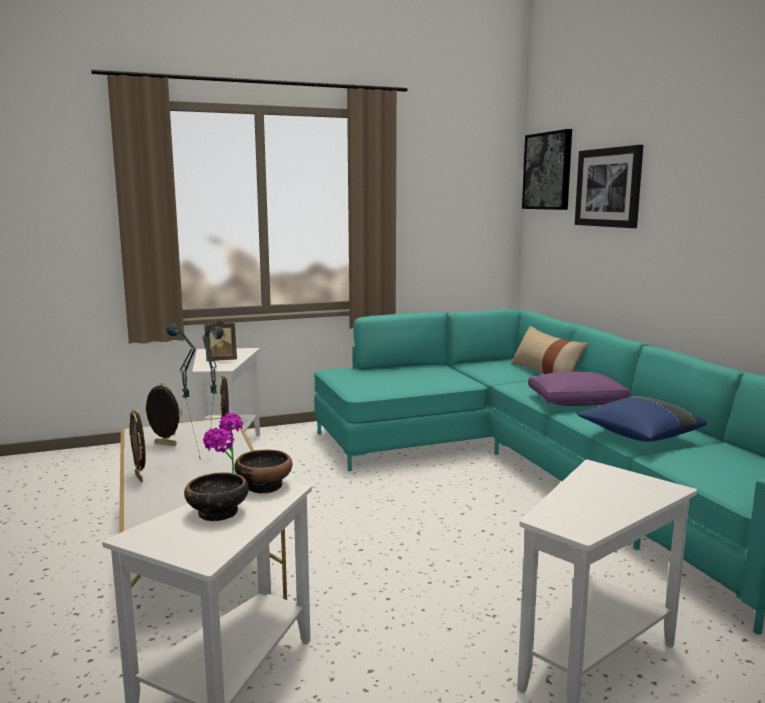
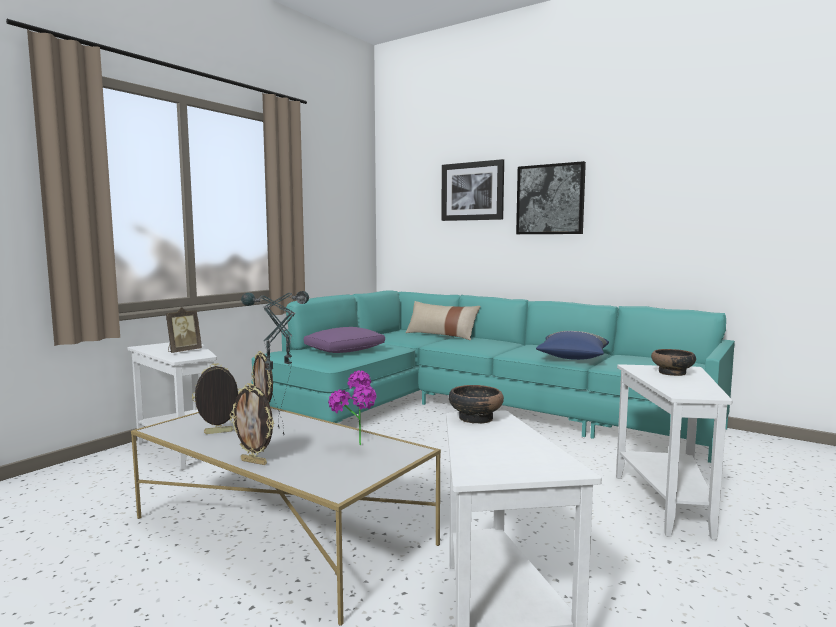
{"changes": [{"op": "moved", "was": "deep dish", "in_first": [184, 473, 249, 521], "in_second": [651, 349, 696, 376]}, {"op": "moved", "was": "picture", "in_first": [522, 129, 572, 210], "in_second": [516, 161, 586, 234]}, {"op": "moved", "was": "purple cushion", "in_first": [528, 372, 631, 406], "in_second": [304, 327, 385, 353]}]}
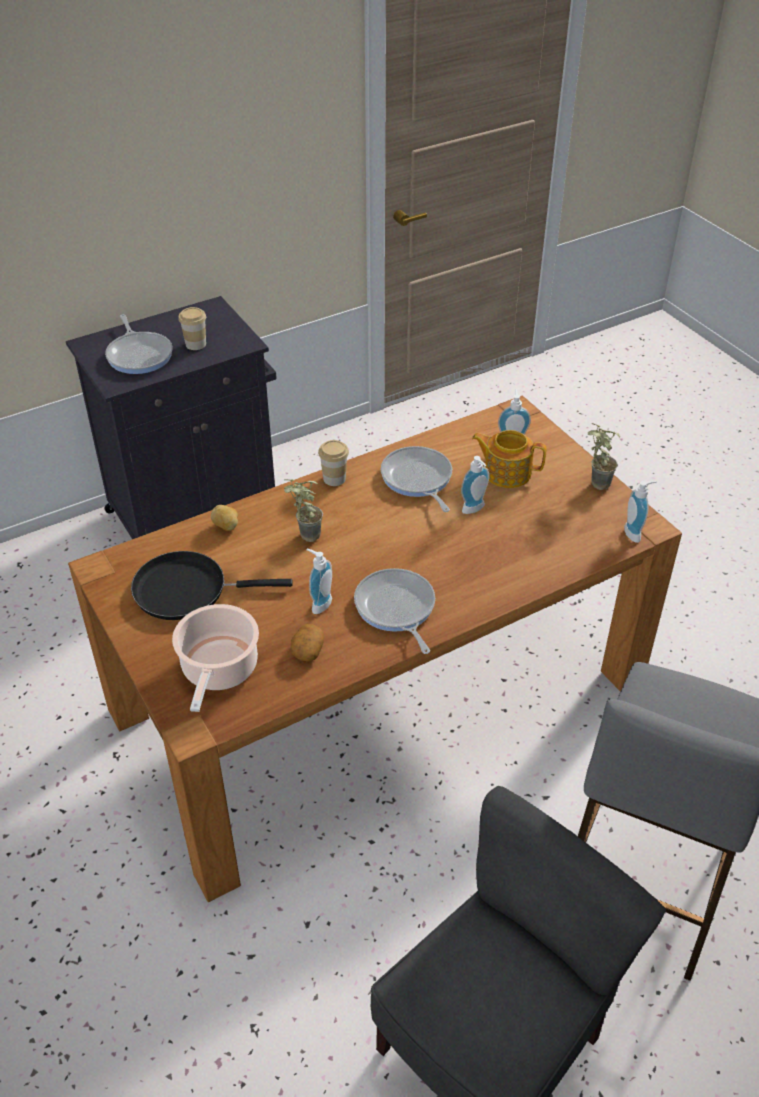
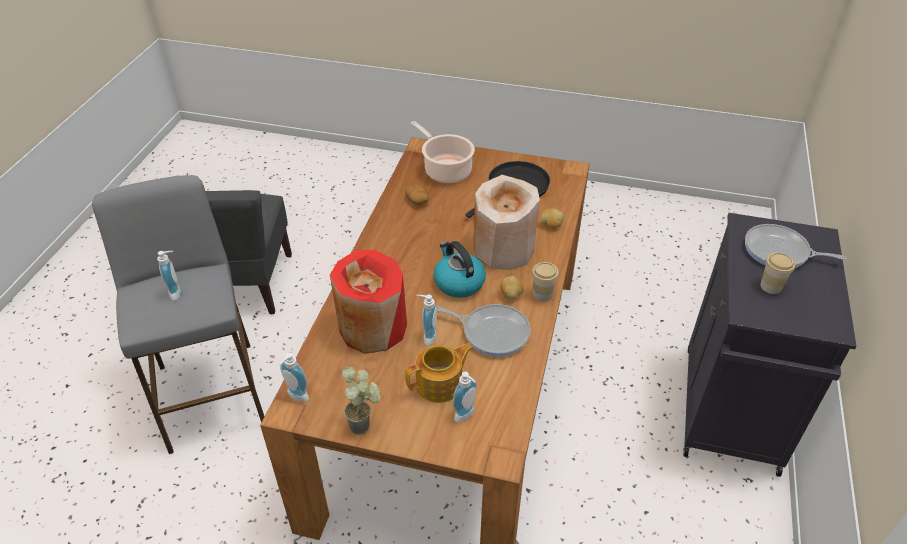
{"changes": [{"op": "removed", "was": "skillet", "in_first": [354, 568, 435, 654]}, {"op": "added", "now": "reddish flower vase", "in_second": [330, 250, 407, 354]}, {"op": "added", "now": "water kettle", "in_second": [434, 241, 486, 298]}, {"op": "added", "now": "whole potato", "in_second": [501, 276, 524, 300]}, {"op": "moved", "was": "soap bottle", "in_first": [306, 549, 332, 614], "in_second": [157, 251, 181, 301]}, {"op": "replaced", "was": "houseplant", "now": "sand-coloured flower vase", "in_first": [284, 479, 323, 542], "in_second": [473, 175, 540, 270]}]}
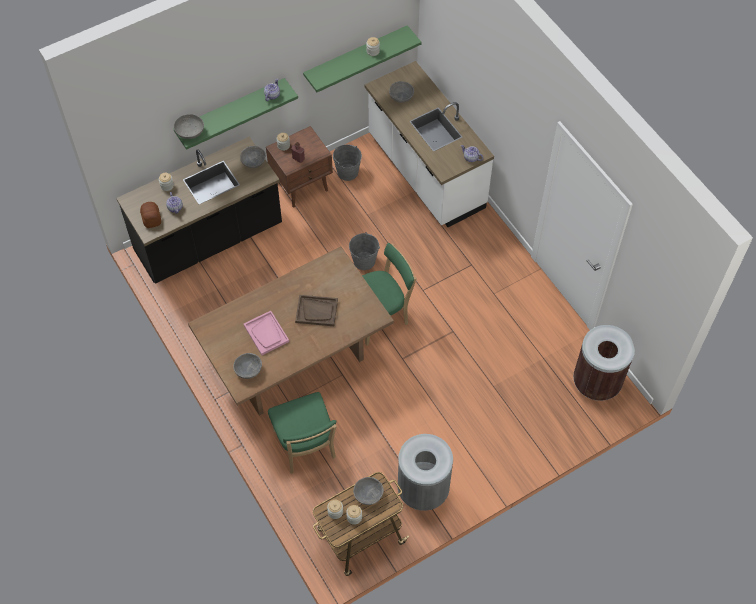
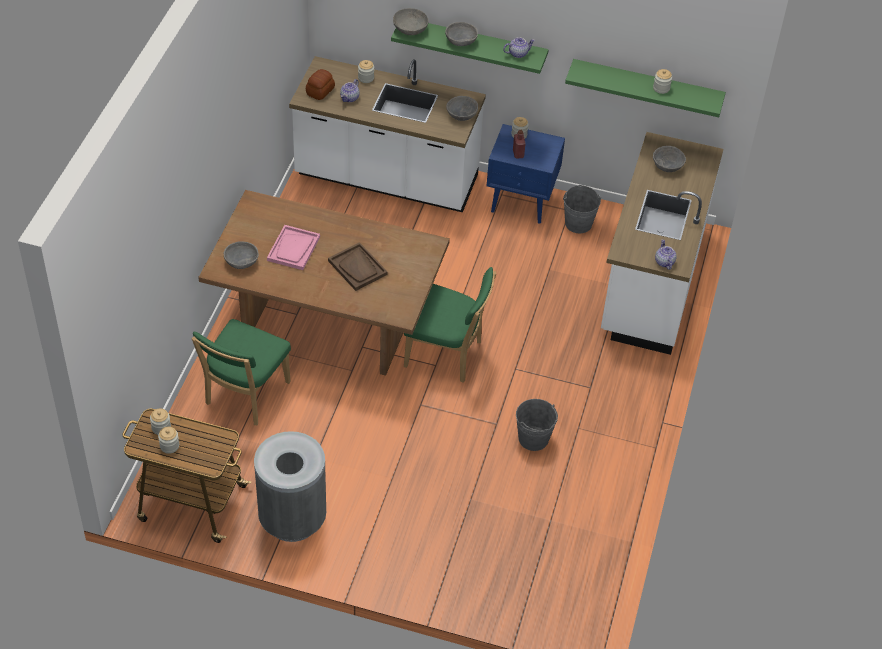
{"changes": [{"op": "removed", "was": "brown rubbish bin", "in_first": [573, 325, 635, 401]}, {"op": "moved", "was": "greyish water bucket", "in_first": [349, 232, 380, 270], "in_second": [516, 399, 558, 451]}, {"op": "moved", "was": "greyish deep dish", "in_first": [353, 477, 384, 505], "in_second": [445, 22, 478, 46]}, {"op": "recoloured", "was": "blackish counter", "now": "white-coloured counter", "in_first": [116, 137, 282, 283], "in_second": [289, 56, 486, 212]}, {"op": "recoloured", "was": "brown night table", "now": "blue night table", "in_first": [266, 126, 333, 208], "in_second": [487, 124, 565, 224]}]}
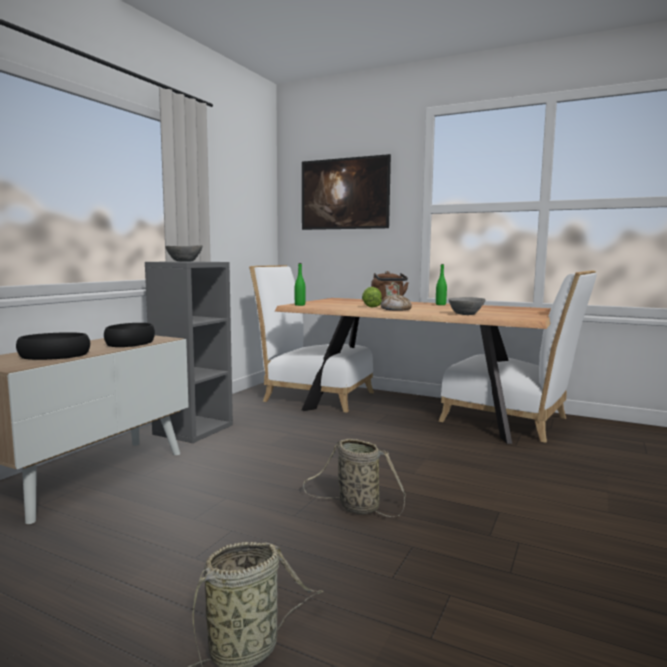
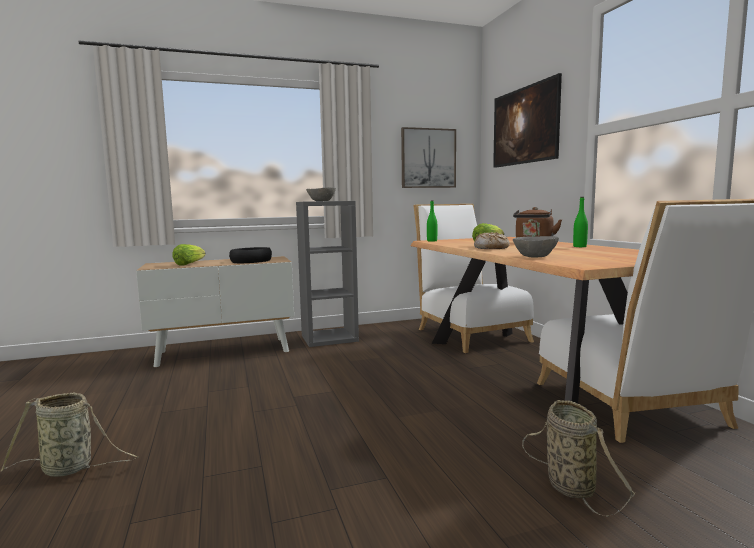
{"changes": [{"op": "added", "now": "picture", "in_second": [401, 127, 456, 188]}, {"op": "moved", "was": "basket", "in_first": [303, 439, 406, 517], "in_second": [522, 400, 635, 517]}, {"op": "replaced", "was": "blackish deep dish", "now": "head of lettuce", "in_first": [16, 332, 90, 360], "in_second": [172, 244, 206, 265]}]}
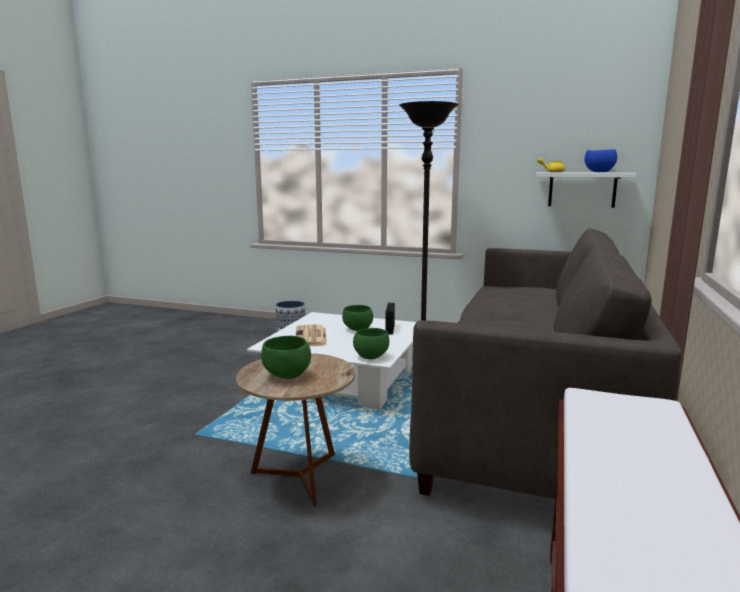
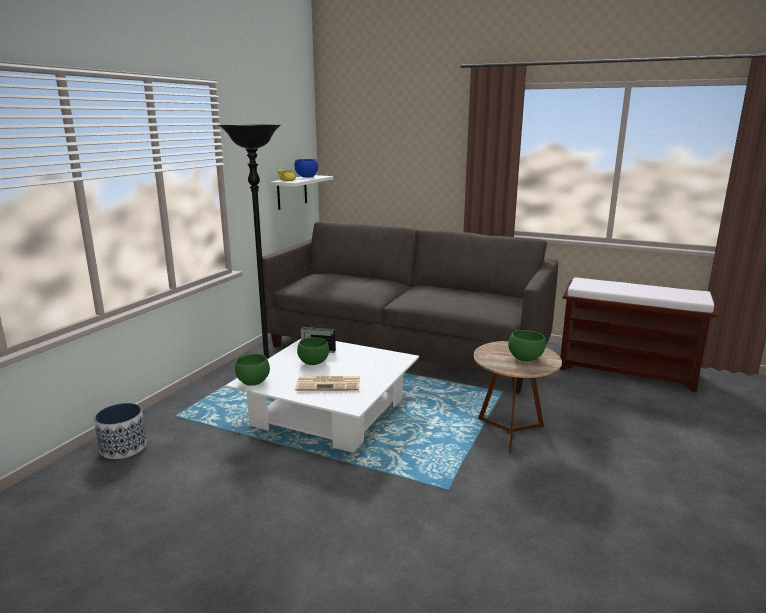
{"changes": [{"op": "moved", "was": "greenish deep dish", "in_first": [353, 328, 389, 359], "in_second": [235, 354, 270, 386]}]}
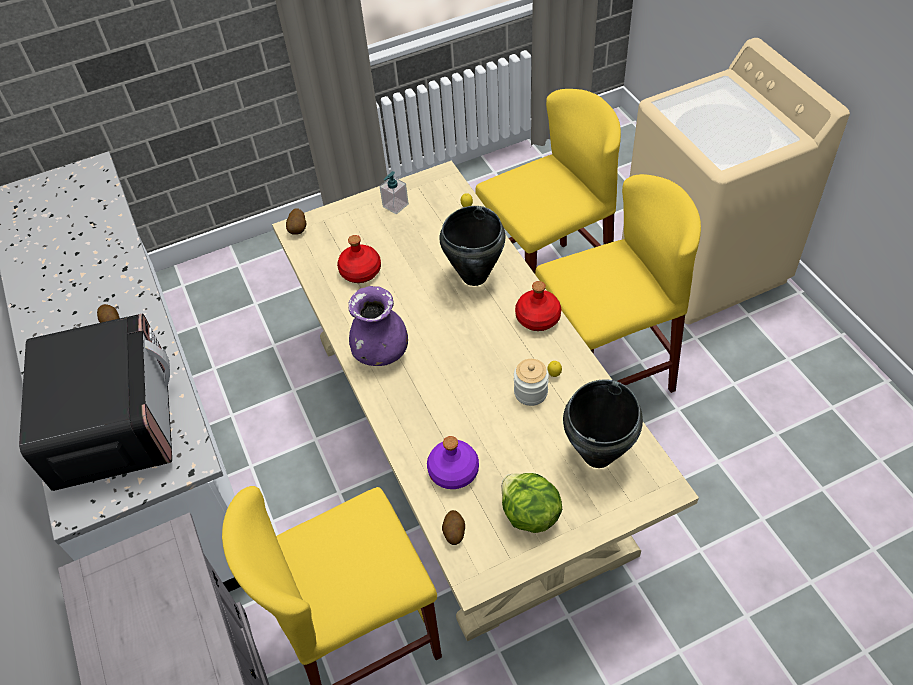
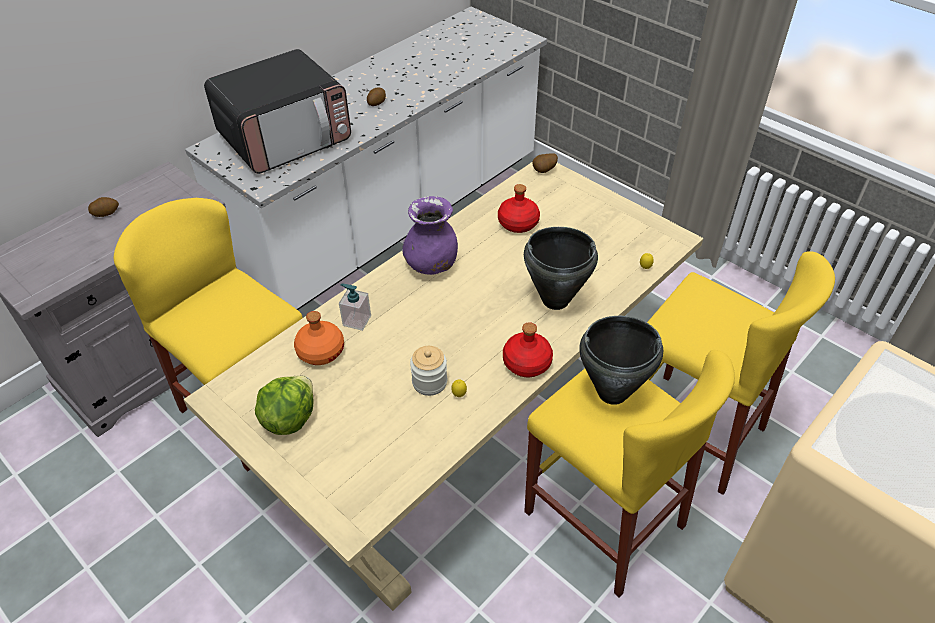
{"changes": [{"op": "moved", "was": "soap bottle", "in_first": [379, 171, 409, 214], "in_second": [339, 284, 371, 331]}, {"op": "moved", "was": "whole potato", "in_first": [442, 510, 465, 545], "in_second": [88, 197, 119, 217]}, {"op": "moved", "was": "blackish stockpot", "in_first": [563, 380, 643, 468], "in_second": [579, 316, 663, 405]}, {"op": "recoloured", "was": "purple drink bottle", "now": "orange drink bottle", "in_first": [427, 436, 479, 489], "in_second": [294, 311, 344, 365]}]}
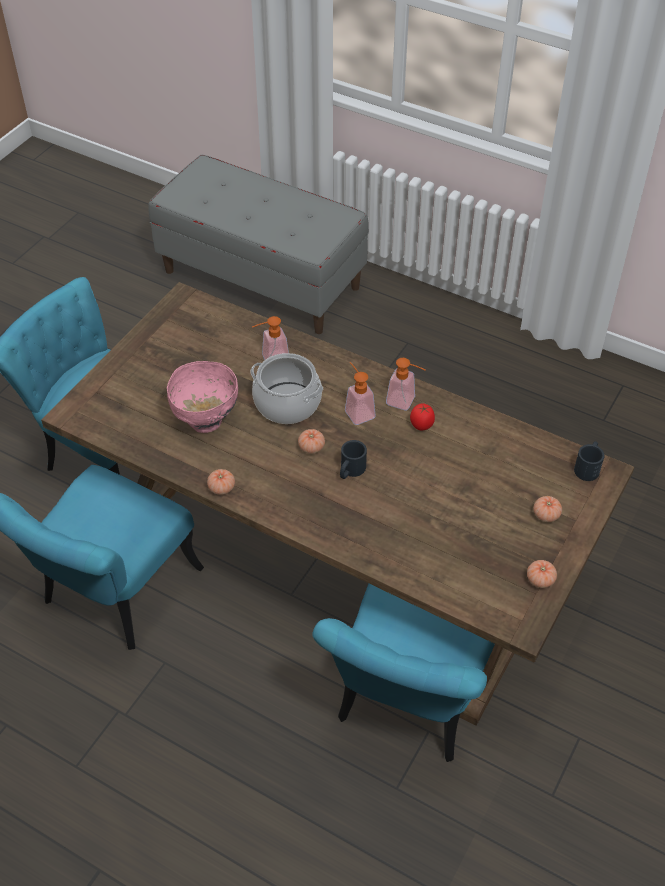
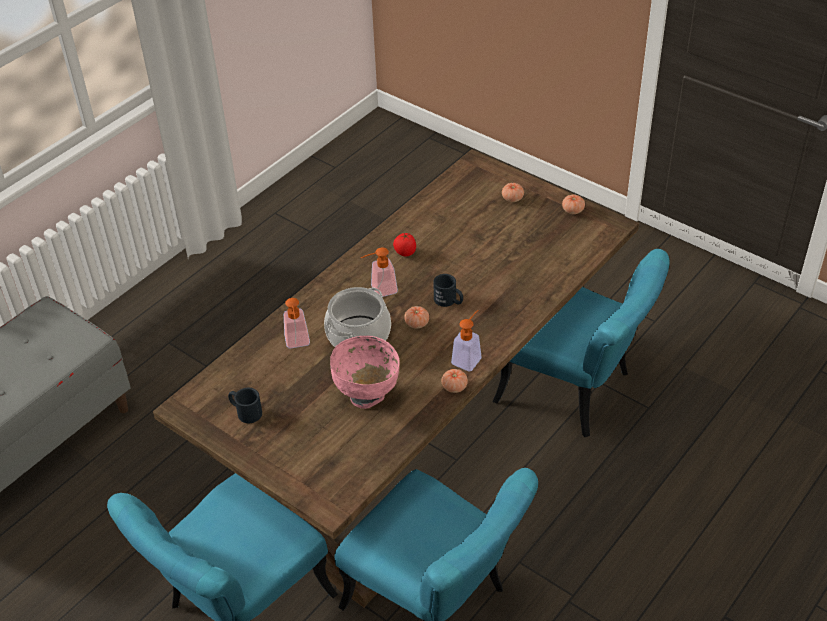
{"changes": [{"op": "moved", "was": "soap bottle", "in_first": [386, 358, 426, 410], "in_second": [451, 310, 482, 372]}, {"op": "moved", "was": "blackish tea mug", "in_first": [574, 441, 605, 481], "in_second": [228, 388, 262, 423]}]}
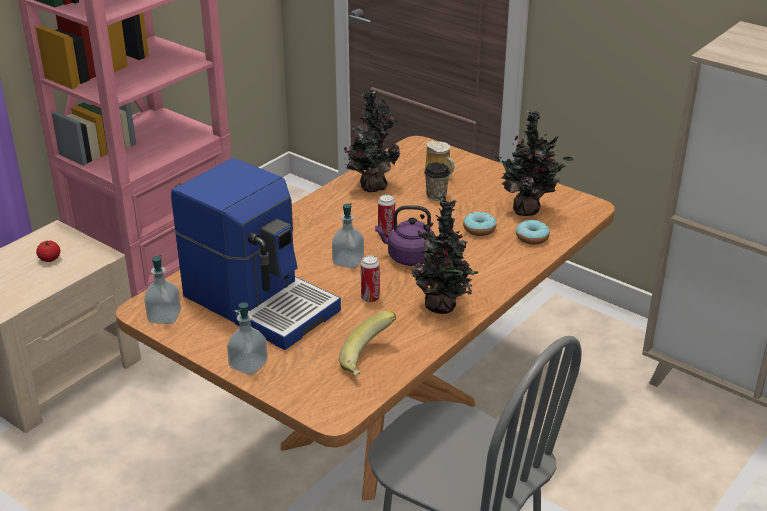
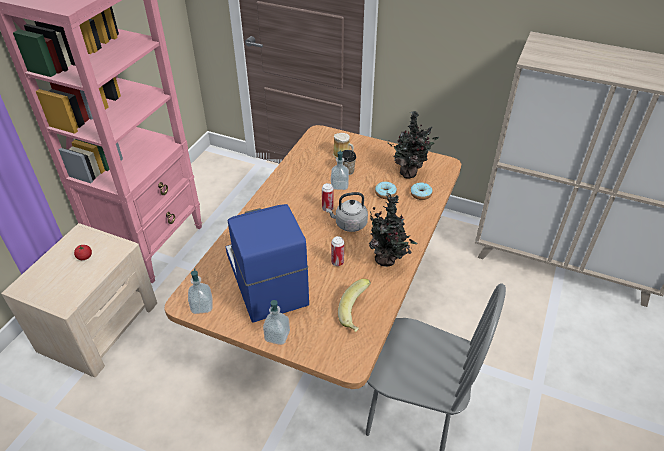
{"changes": [{"op": "removed", "was": "houseplant", "in_first": [344, 91, 401, 192]}, {"op": "moved", "was": "soap bottle", "in_first": [332, 203, 364, 269], "in_second": [331, 150, 349, 190]}, {"op": "recoloured", "was": "purple water kettle", "now": "greyish water kettle", "in_first": [375, 205, 433, 266], "in_second": [326, 192, 368, 232]}, {"op": "turned", "was": "coffee brewer", "in_first": [171, 158, 341, 350], "in_second": [226, 204, 309, 323], "clockwise": -135}]}
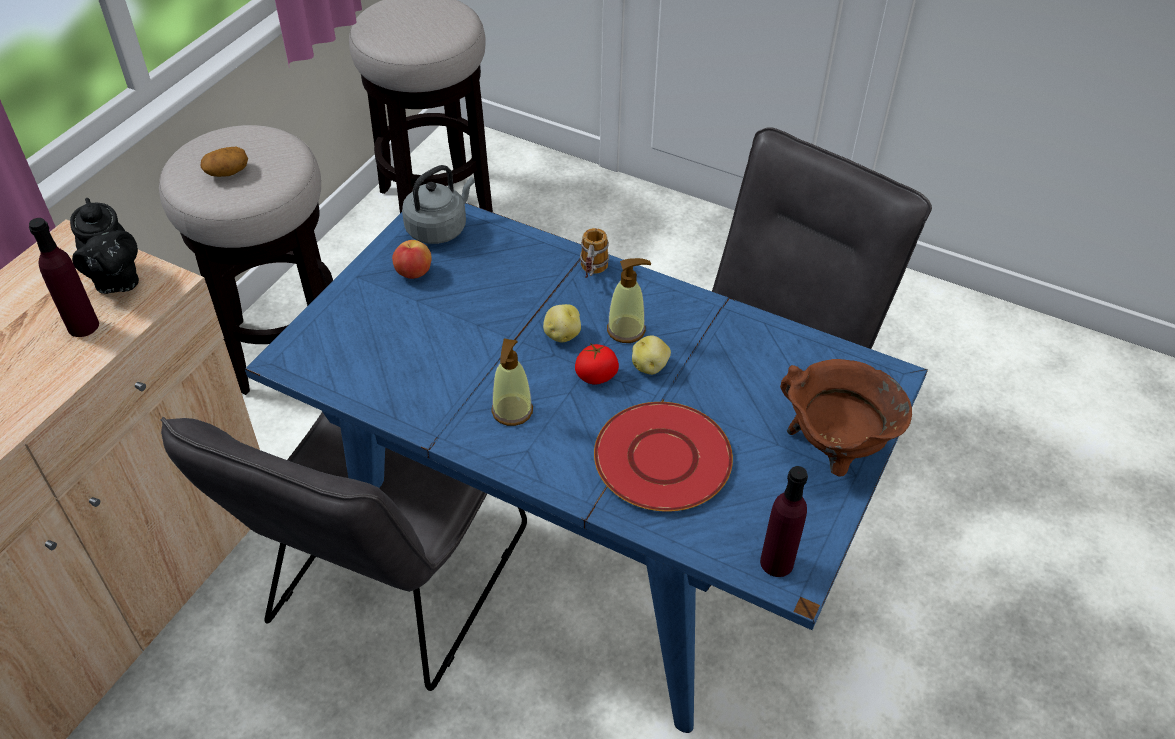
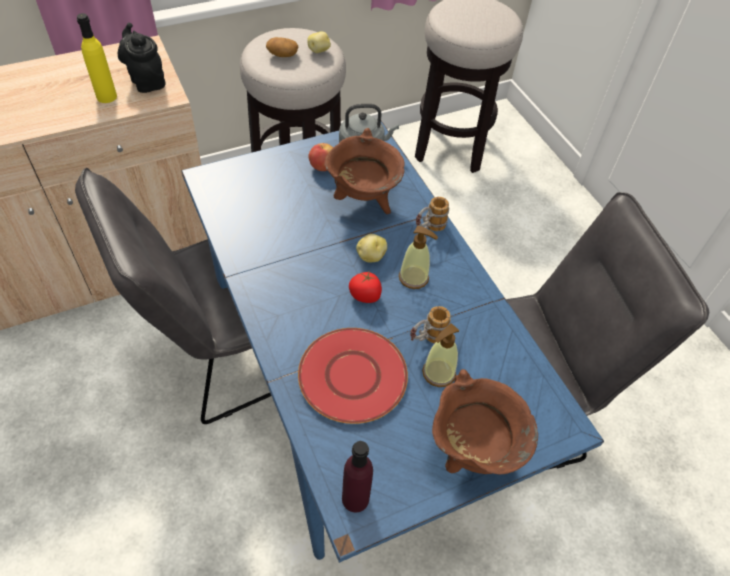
{"changes": [{"op": "added", "now": "brown stockpot", "in_second": [324, 128, 405, 214]}, {"op": "added", "now": "tea mug", "in_second": [410, 306, 451, 343]}, {"op": "moved", "was": "soap bottle", "in_first": [491, 339, 533, 426], "in_second": [422, 323, 459, 387]}, {"op": "moved", "was": "whole potato", "in_first": [632, 335, 671, 375], "in_second": [307, 31, 331, 53]}, {"op": "recoloured", "was": "purple drink bottle", "now": "yellowish drink bottle", "in_first": [29, 218, 99, 337], "in_second": [77, 13, 117, 103]}, {"op": "turned", "was": "blackish teapot", "in_first": [70, 198, 139, 294], "in_second": [118, 22, 166, 93], "clockwise": 135}]}
